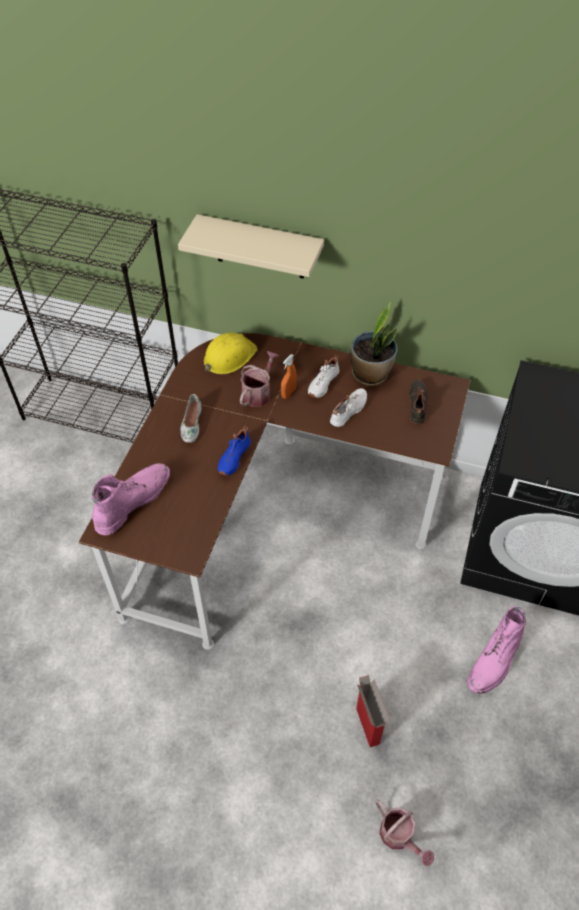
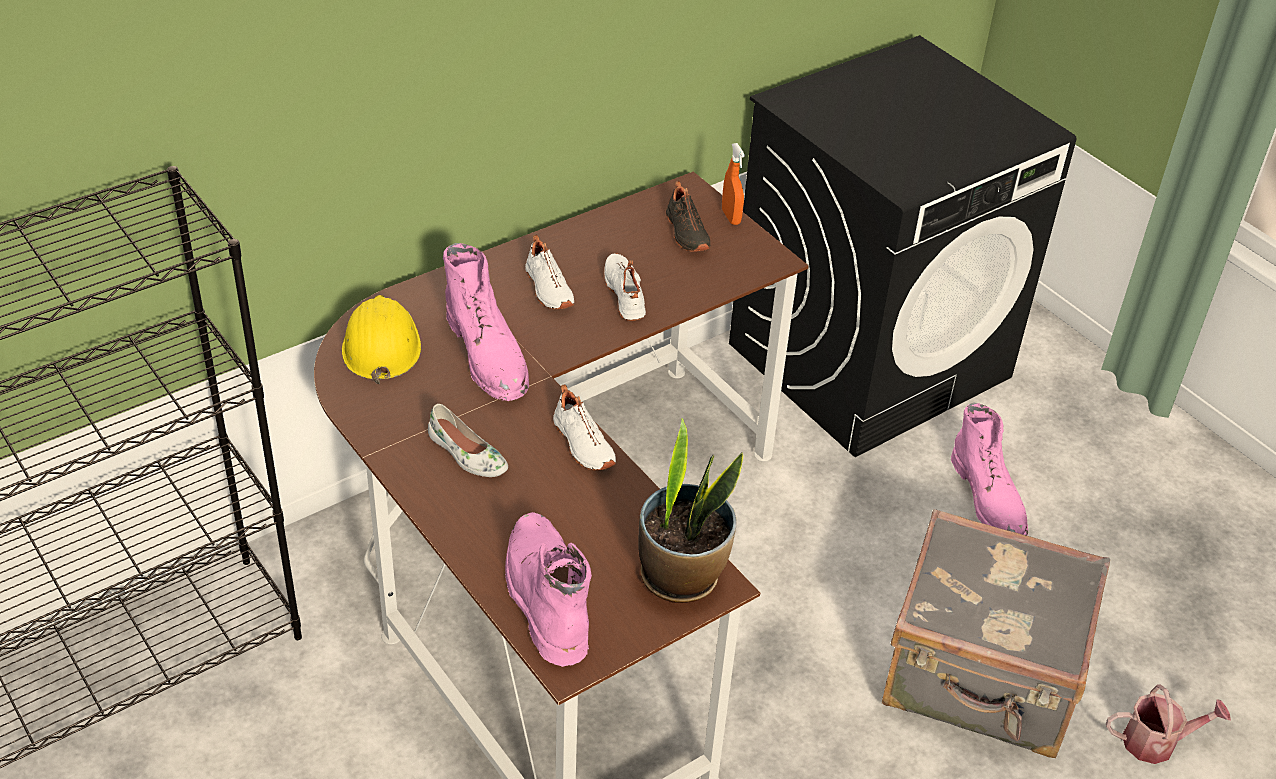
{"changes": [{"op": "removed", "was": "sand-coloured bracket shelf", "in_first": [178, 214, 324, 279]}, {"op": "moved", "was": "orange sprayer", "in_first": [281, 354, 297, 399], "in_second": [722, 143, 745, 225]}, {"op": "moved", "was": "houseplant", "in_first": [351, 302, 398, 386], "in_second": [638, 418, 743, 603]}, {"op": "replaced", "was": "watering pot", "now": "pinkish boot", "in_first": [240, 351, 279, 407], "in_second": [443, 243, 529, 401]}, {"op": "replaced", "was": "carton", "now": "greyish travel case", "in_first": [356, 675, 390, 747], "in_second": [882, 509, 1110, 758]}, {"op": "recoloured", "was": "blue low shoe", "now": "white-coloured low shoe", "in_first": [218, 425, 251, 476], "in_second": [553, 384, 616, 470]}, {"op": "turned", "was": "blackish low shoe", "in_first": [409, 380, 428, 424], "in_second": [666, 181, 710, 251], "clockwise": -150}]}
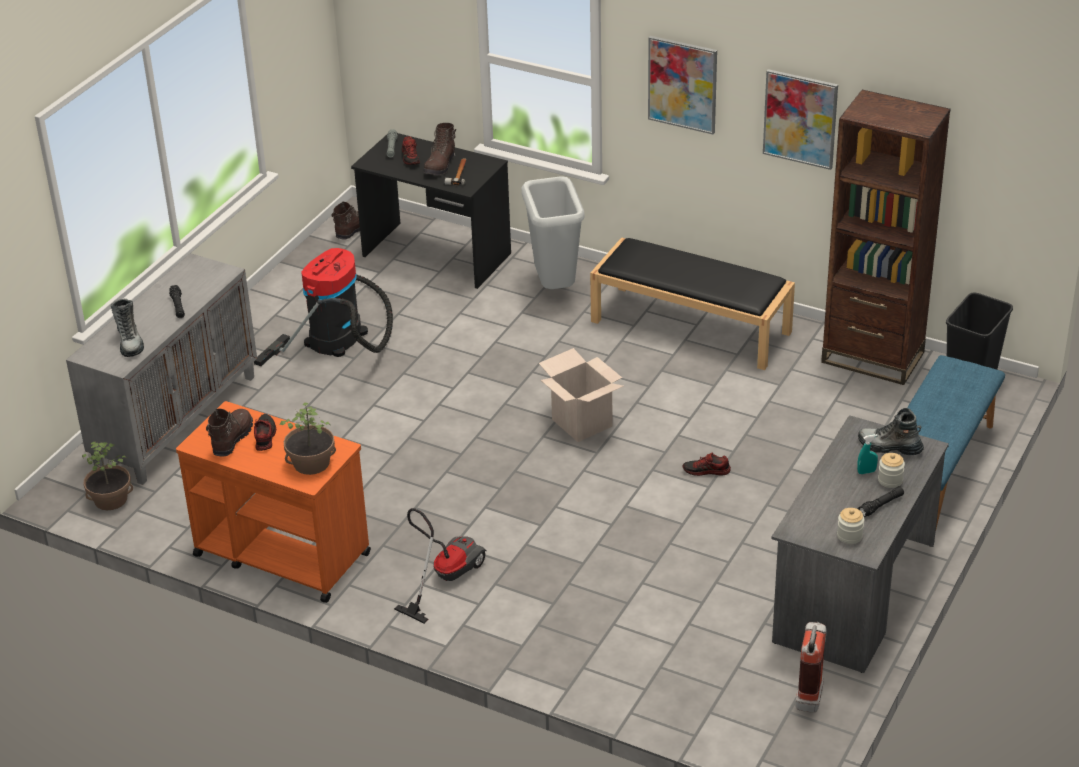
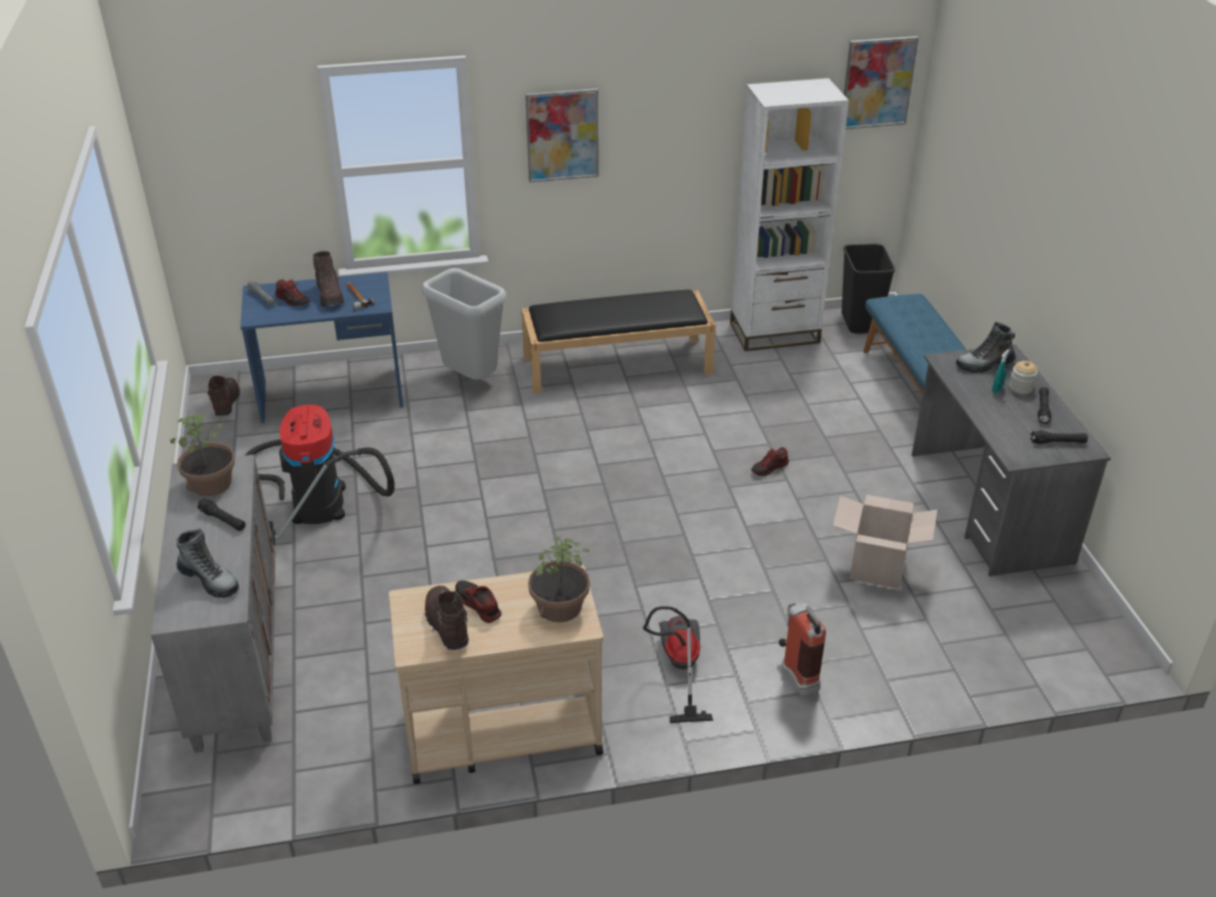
{"changes": [{"op": "moved", "was": "houseplant", "in_first": [82, 442, 133, 510], "in_second": [170, 414, 235, 496]}, {"op": "moved", "was": "carton", "in_first": [539, 348, 624, 442], "in_second": [833, 495, 937, 589]}, {"op": "moved", "was": "picture", "in_first": [763, 69, 838, 170], "in_second": [844, 36, 919, 129]}, {"op": "moved", "was": "extinguisher", "in_first": [795, 622, 826, 713], "in_second": [779, 603, 826, 697]}, {"op": "replaced", "was": "preserve jar", "now": "blackish hand torch", "in_first": [837, 508, 864, 544], "in_second": [1030, 431, 1088, 444]}, {"op": "recoloured", "was": "orange cart", "now": "sand-coloured cart", "in_first": [176, 401, 371, 603], "in_second": [389, 565, 603, 784]}, {"op": "recoloured", "was": "blackish desk unit", "now": "blue desk unit", "in_first": [351, 133, 511, 289], "in_second": [240, 272, 403, 423]}, {"op": "recoloured", "was": "brown bookcase", "now": "white-coloured bookcase", "in_first": [821, 90, 951, 385], "in_second": [730, 78, 849, 351]}]}
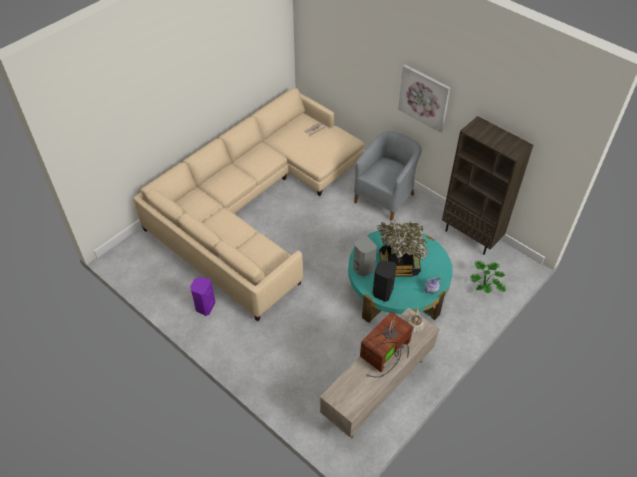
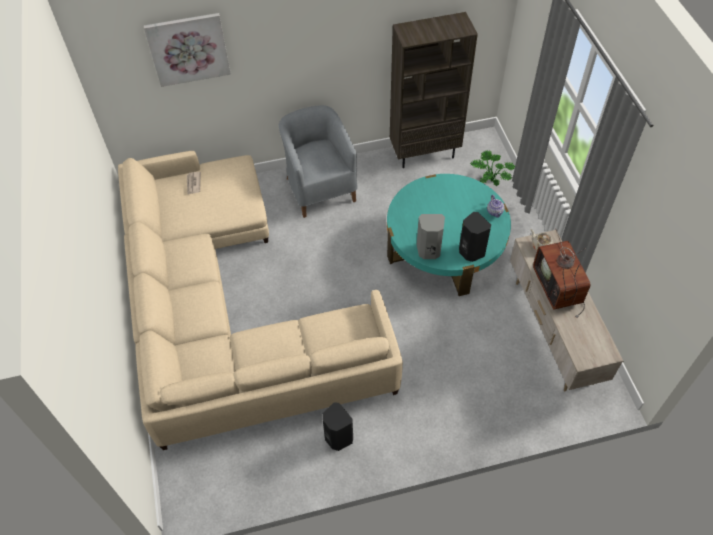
{"changes": [{"op": "removed", "was": "houseplant", "in_first": [376, 220, 428, 277]}, {"op": "moved", "was": "picture", "in_first": [398, 65, 451, 133], "in_second": [144, 13, 231, 87]}, {"op": "recoloured", "was": "purple audio speaker", "now": "blackish audio speaker", "in_first": [190, 277, 216, 316], "in_second": [322, 403, 353, 451]}]}
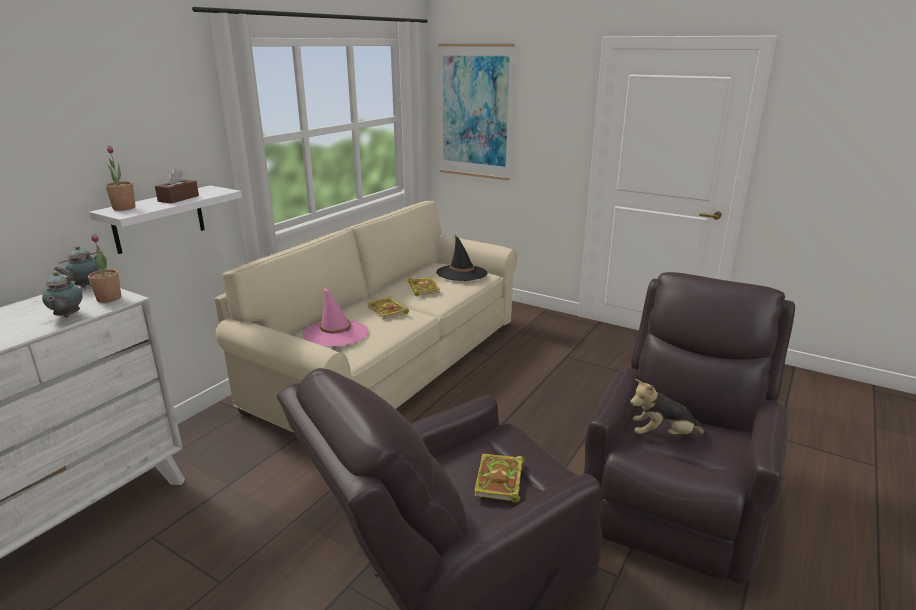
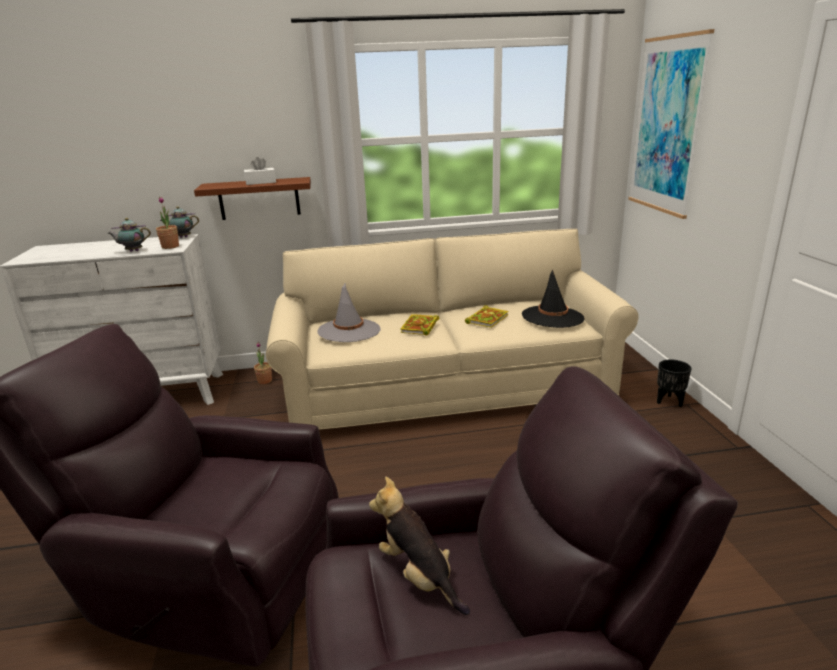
{"changes": [{"op": "removed", "was": "bound book", "in_first": [474, 454, 525, 502]}, {"op": "added", "now": "blackish flower pot", "in_second": [657, 359, 691, 407]}, {"op": "moved", "was": "houseplant", "in_first": [105, 146, 135, 211], "in_second": [254, 342, 272, 384]}, {"op": "recoloured", "was": "white-coloured bracket shelf", "now": "brown bracket shelf", "in_first": [89, 185, 242, 254], "in_second": [194, 177, 311, 220]}, {"op": "recoloured", "was": "brown tissue holder", "now": "white-coloured tissue holder", "in_first": [155, 168, 199, 204], "in_second": [244, 157, 276, 185]}, {"op": "recoloured", "was": "pinkish hat", "now": "greyish hat", "in_first": [303, 287, 368, 346], "in_second": [318, 283, 381, 342]}, {"op": "turned", "was": "teapot", "in_first": [42, 271, 83, 318], "in_second": [108, 218, 151, 252], "clockwise": 45}]}
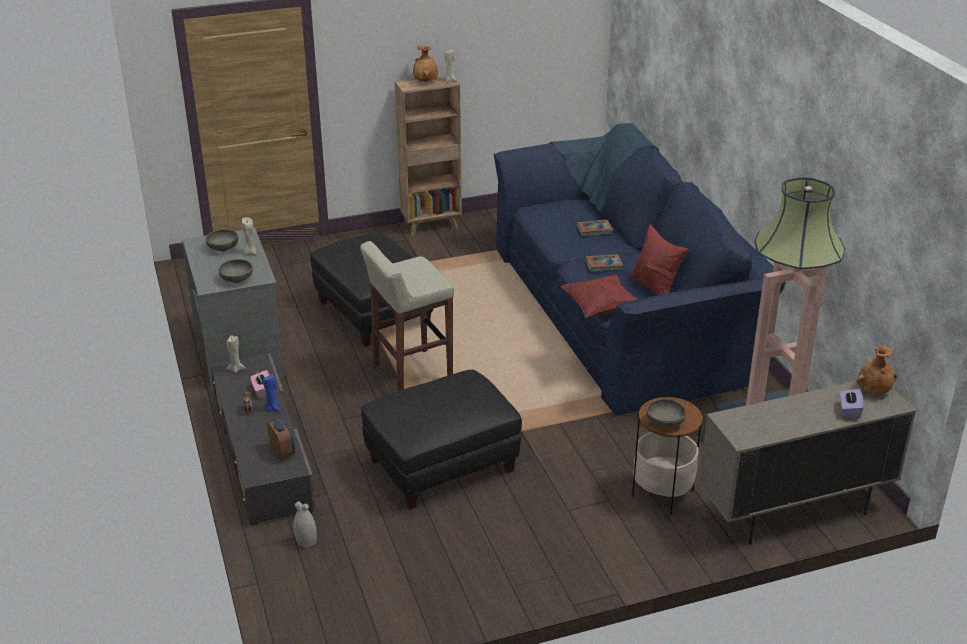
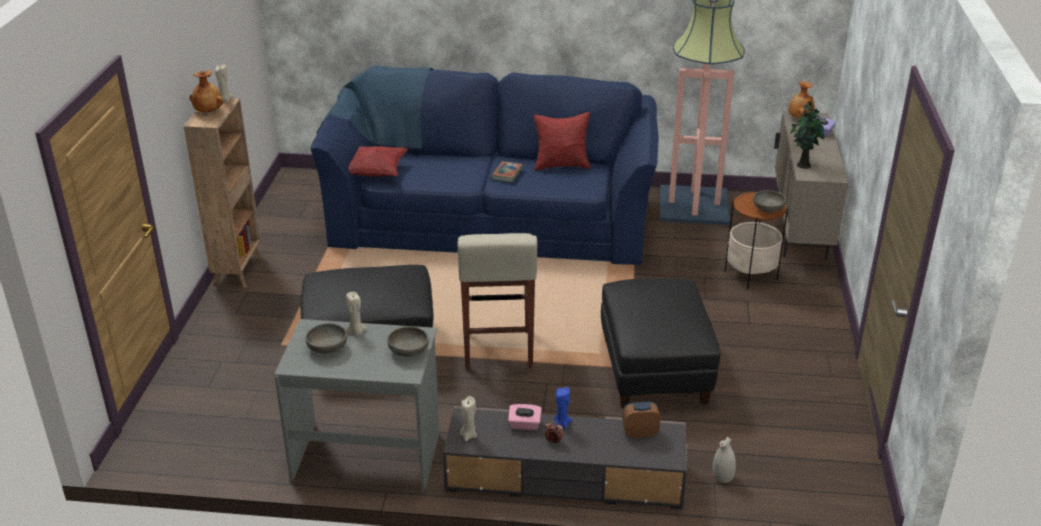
{"changes": [{"op": "removed", "was": "bound book", "in_first": [577, 220, 613, 236]}, {"op": "added", "now": "houseplant", "in_second": [790, 101, 825, 169]}, {"op": "moved", "was": "reddish cushion", "in_first": [560, 275, 637, 318], "in_second": [349, 146, 408, 177]}]}
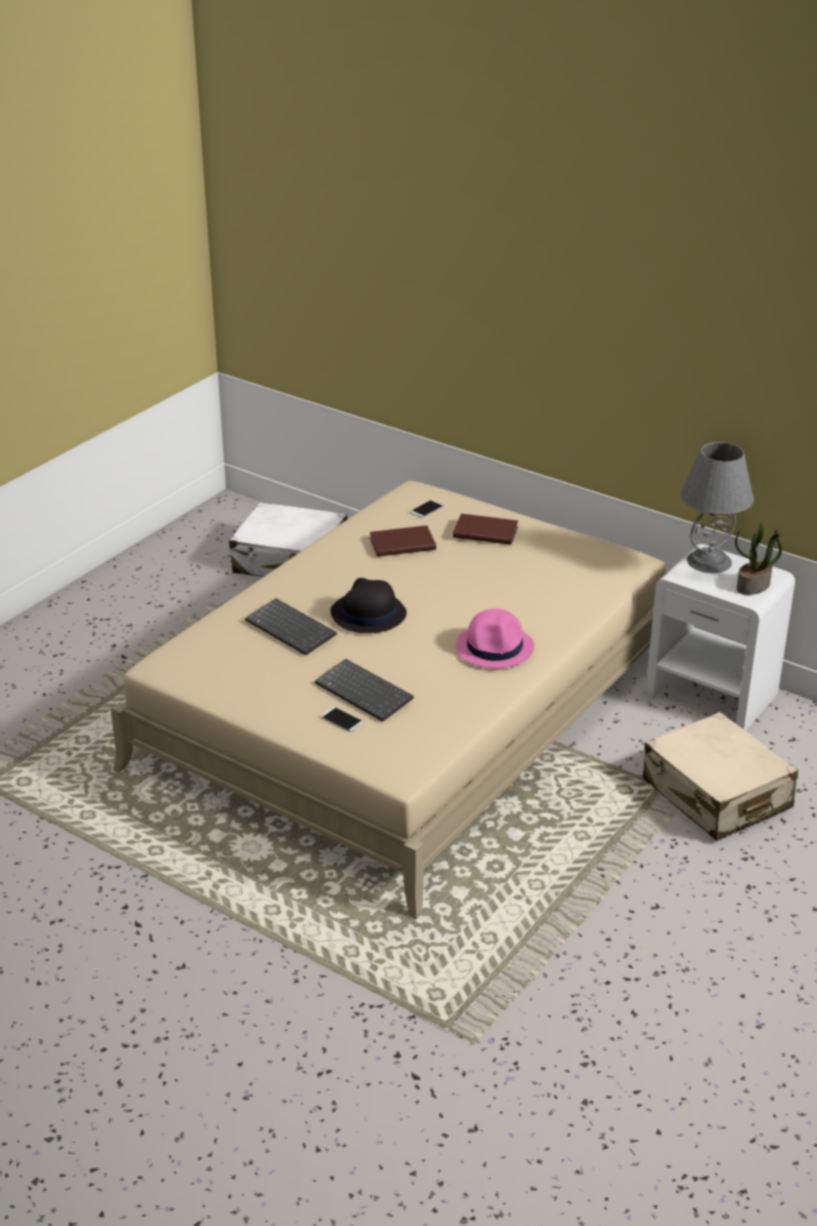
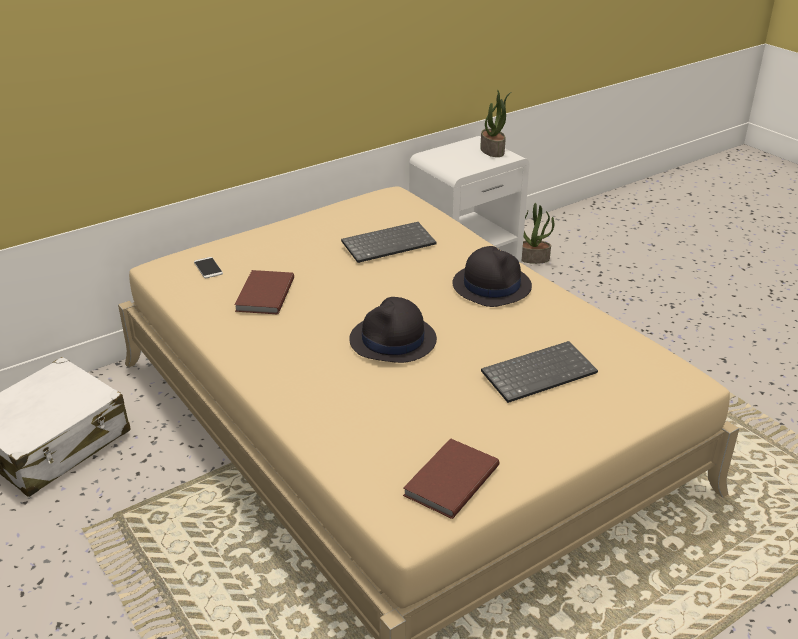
{"changes": [{"op": "removed", "was": "phone", "in_first": [321, 707, 364, 732]}, {"op": "removed", "was": "sand-coloured travel case", "in_first": [643, 712, 798, 841]}, {"op": "removed", "was": "greyish table lamp", "in_first": [680, 442, 754, 573]}, {"op": "added", "now": "houseplant", "in_second": [522, 203, 554, 264]}, {"op": "moved", "was": "PC keyboard", "in_first": [245, 598, 337, 655], "in_second": [341, 222, 437, 263]}, {"op": "moved", "was": "brown bound book", "in_first": [453, 514, 518, 545], "in_second": [403, 438, 499, 519]}, {"op": "recoloured", "was": "pinkish hat", "now": "blackish hat", "in_first": [456, 609, 534, 668], "in_second": [452, 246, 532, 307]}]}
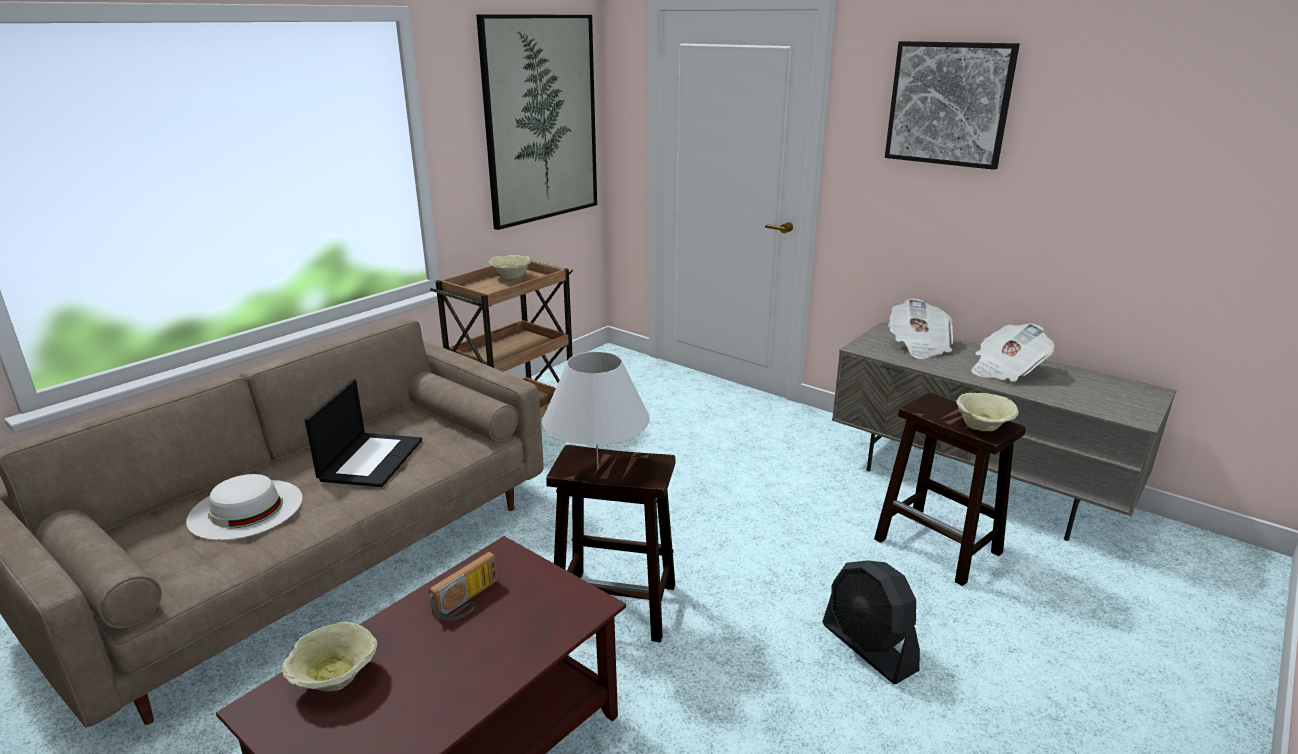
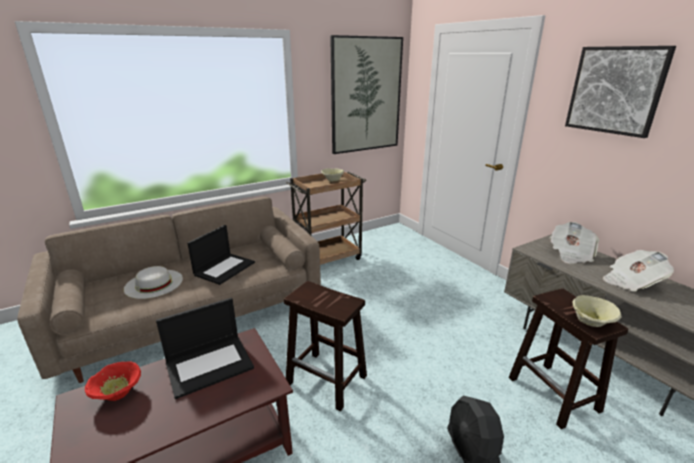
{"changes": [{"op": "removed", "was": "white-coloured table lamp", "in_first": [542, 351, 650, 470]}, {"op": "replaced", "was": "radio set", "now": "laptop", "in_first": [429, 551, 497, 621], "in_second": [156, 298, 254, 399]}, {"op": "recoloured", "was": "sand-coloured deep dish", "now": "reddish deep dish", "in_first": [282, 622, 377, 691], "in_second": [85, 361, 141, 401]}]}
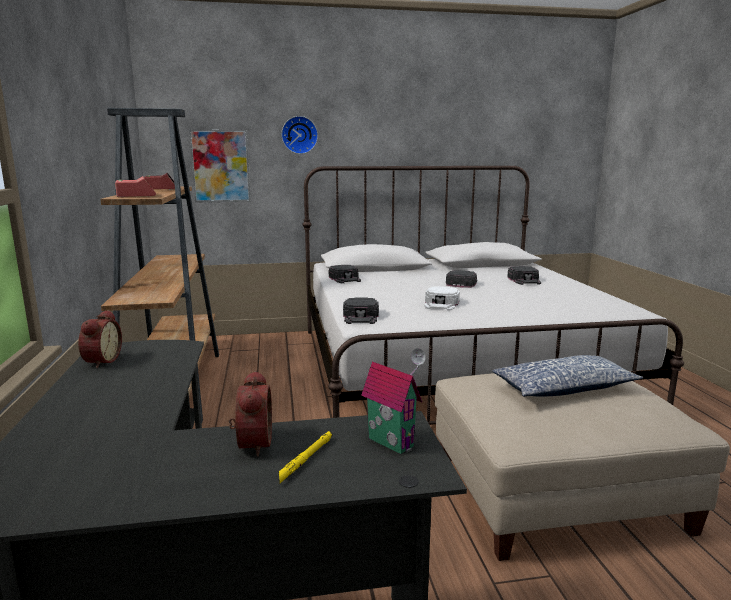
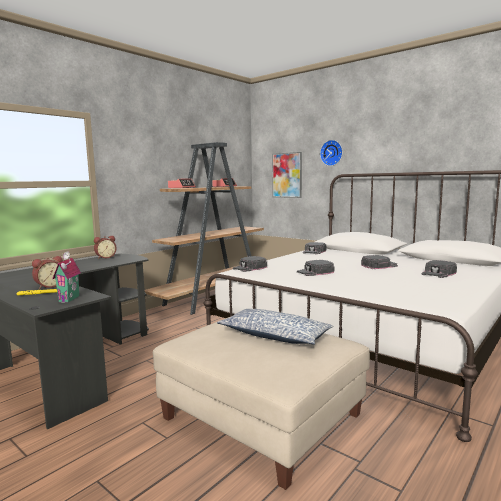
{"changes": [{"op": "recoloured", "was": "white-coloured cap", "now": "blackish cap", "in_first": [425, 286, 460, 311], "in_second": [297, 260, 334, 276]}]}
